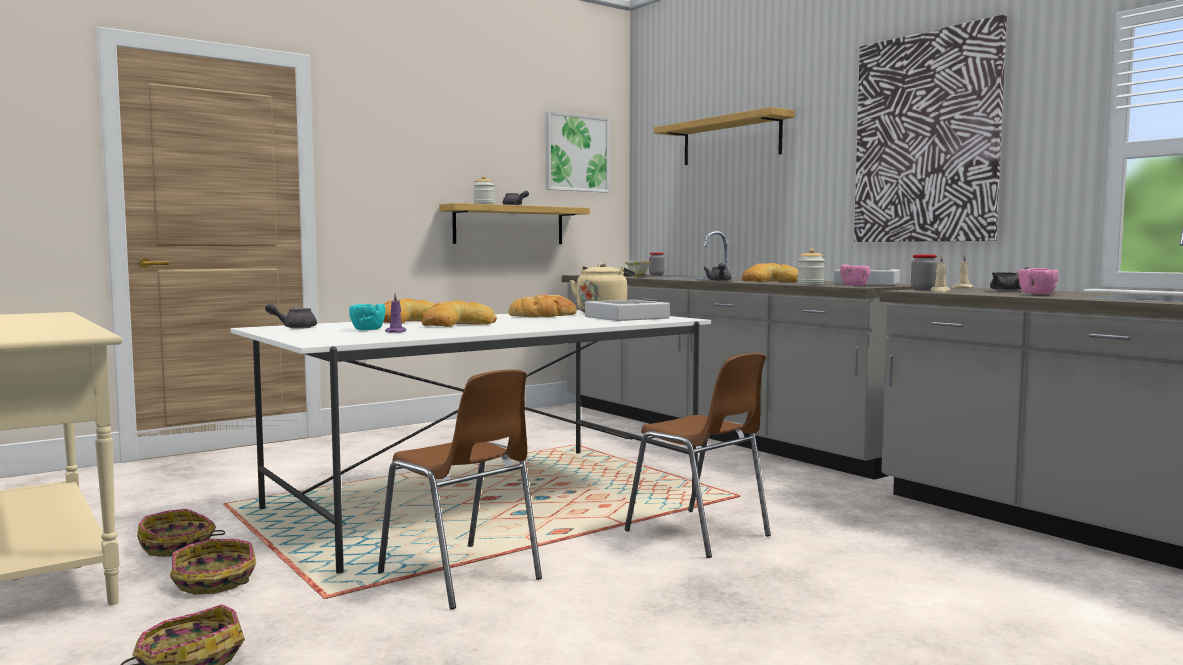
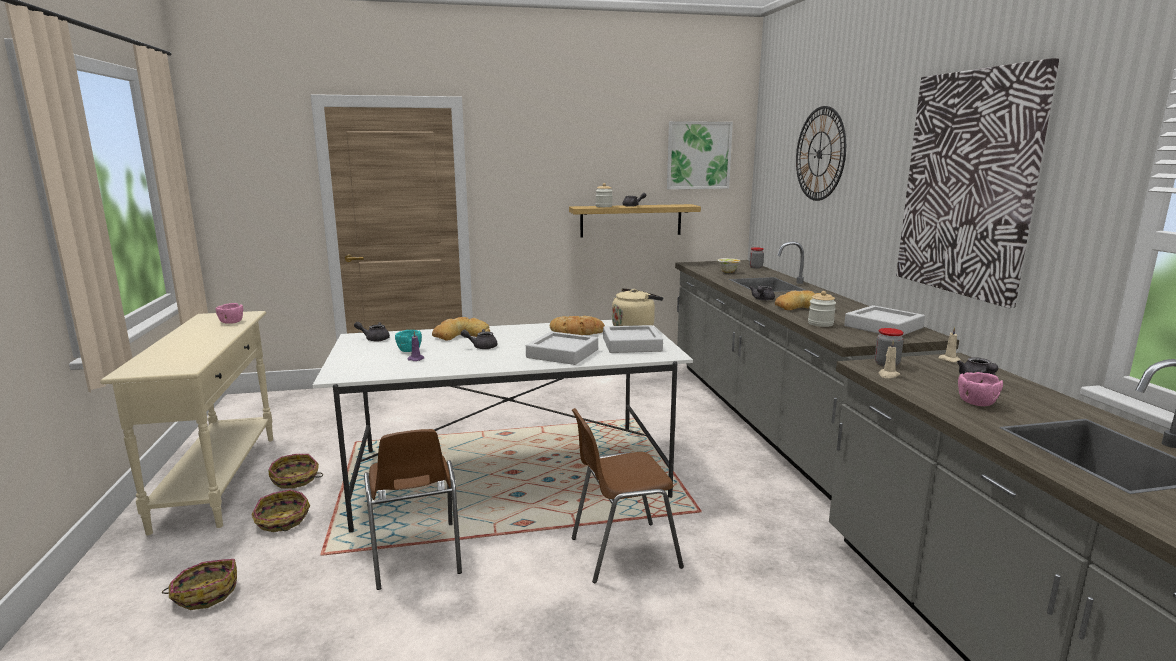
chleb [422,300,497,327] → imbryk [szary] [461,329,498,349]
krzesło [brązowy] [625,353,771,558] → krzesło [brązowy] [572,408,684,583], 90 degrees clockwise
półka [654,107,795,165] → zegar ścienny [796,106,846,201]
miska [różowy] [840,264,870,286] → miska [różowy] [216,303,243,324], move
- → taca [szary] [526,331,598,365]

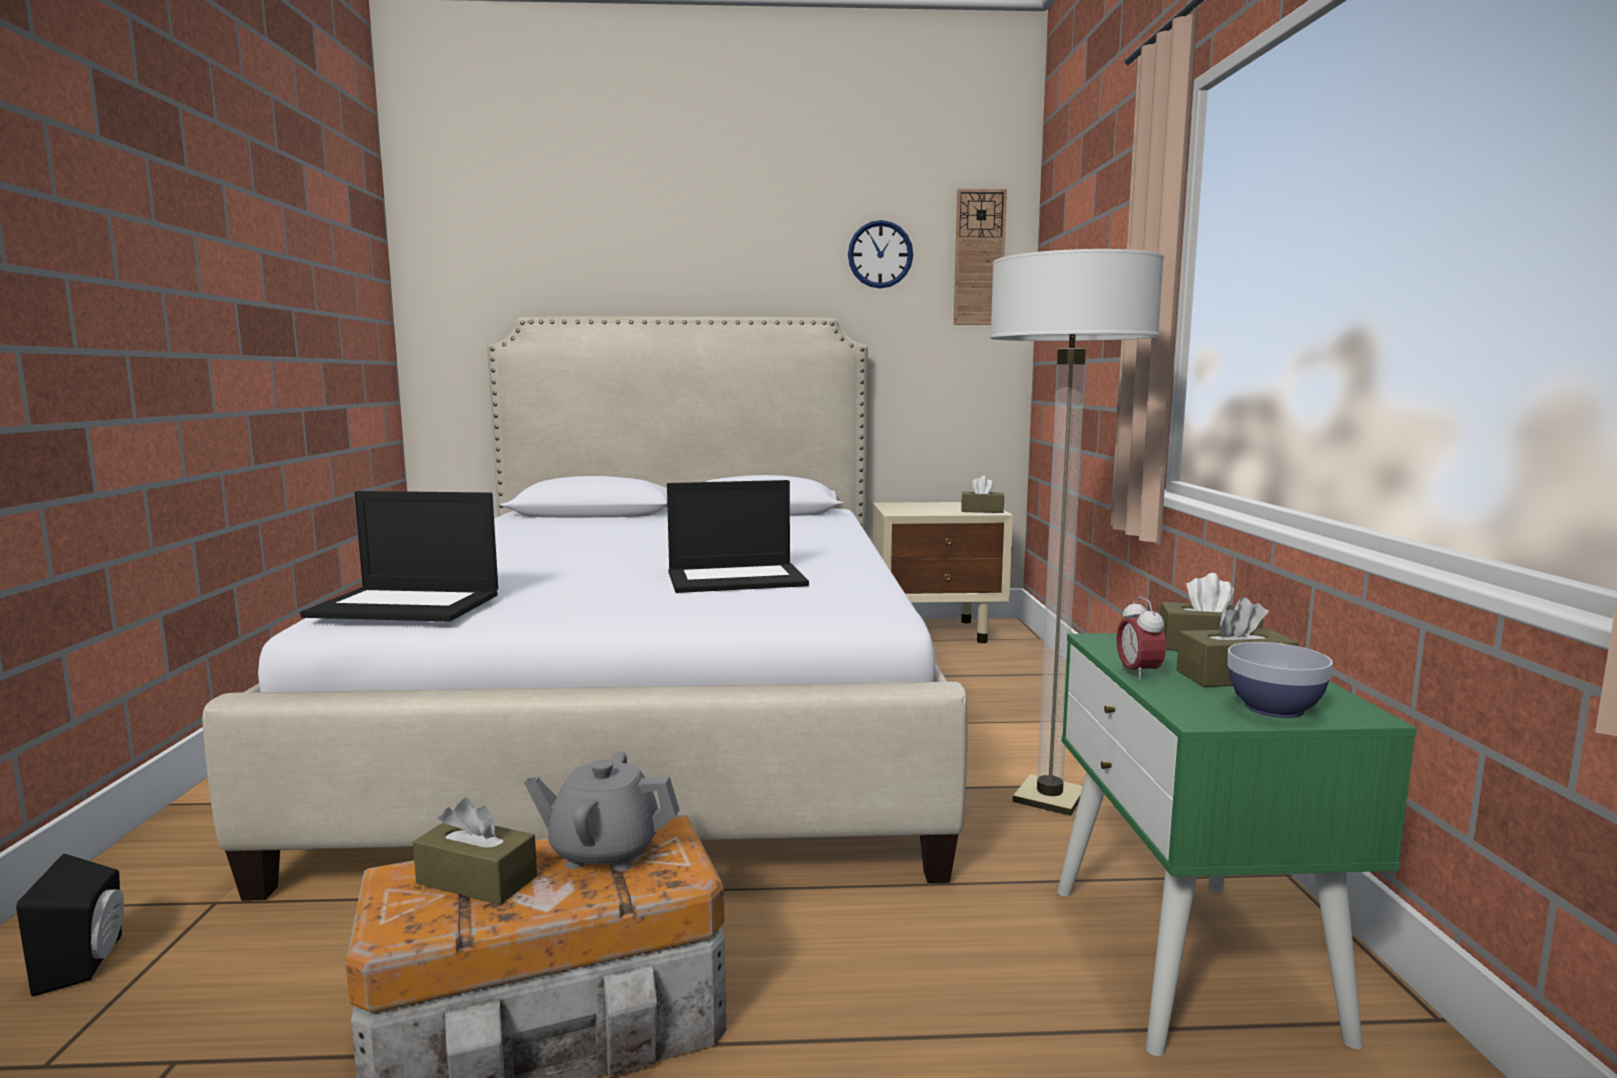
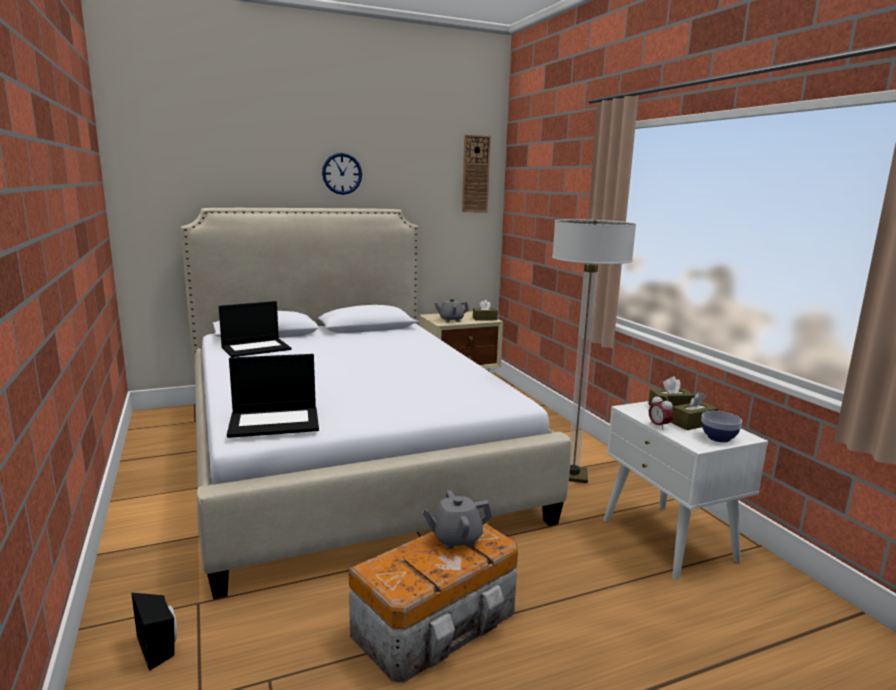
pudełko chusteczek [brązowy] [413,797,537,905] → -
laptop [667,480,809,593] → laptop [219,301,291,357], move
zegar ścienny [848,220,913,288] → zegar ścienny [322,153,362,195], move
szafka nocna [zielony] [1057,633,1417,1056] → szafka nocna [biały] [603,401,768,580]
- → imbryk [szary] [434,298,469,322]

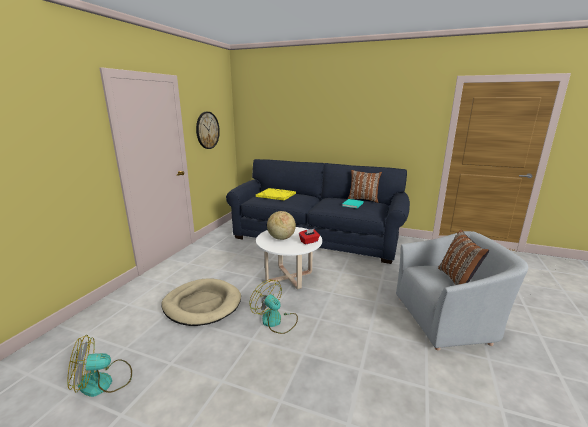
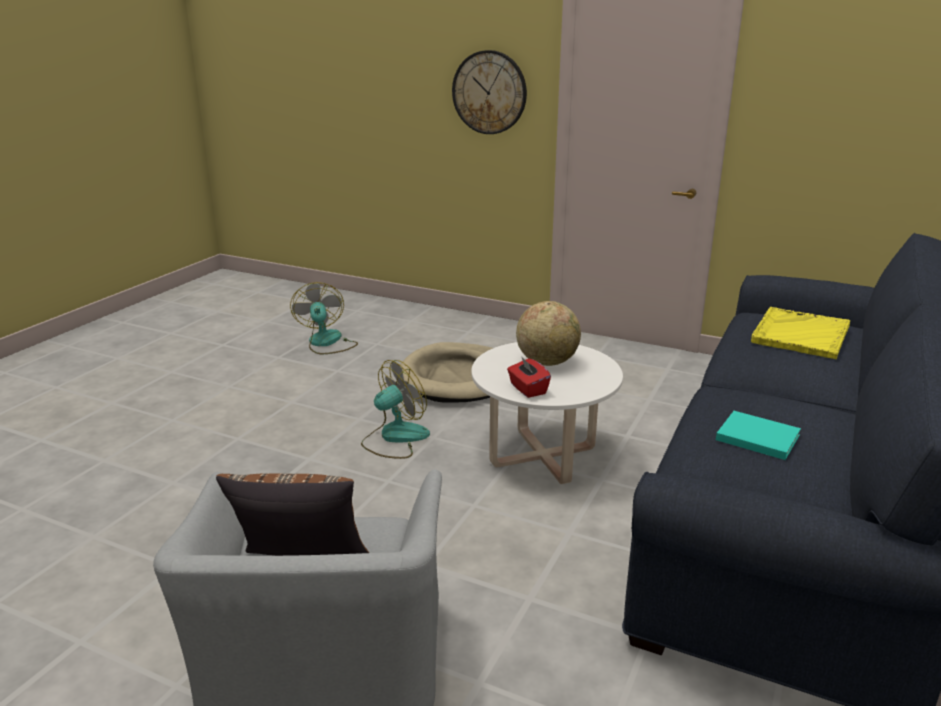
zegar ścienny [196,112,220,149] → zegar ścienny [452,50,527,134], move
poduszka [brązowy] [347,170,382,203] → -

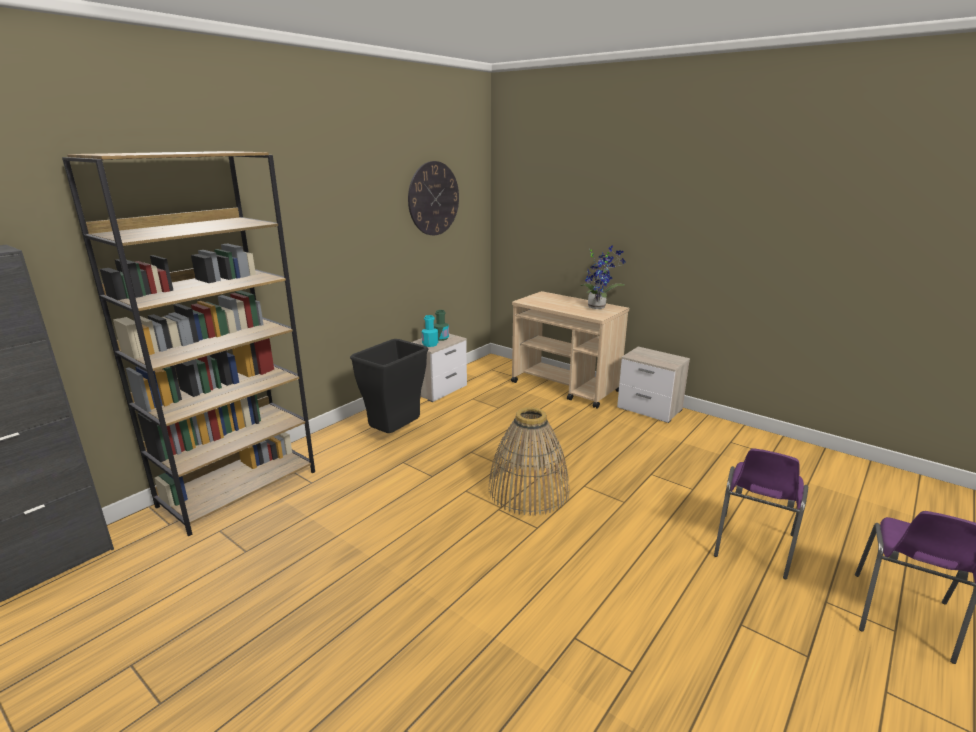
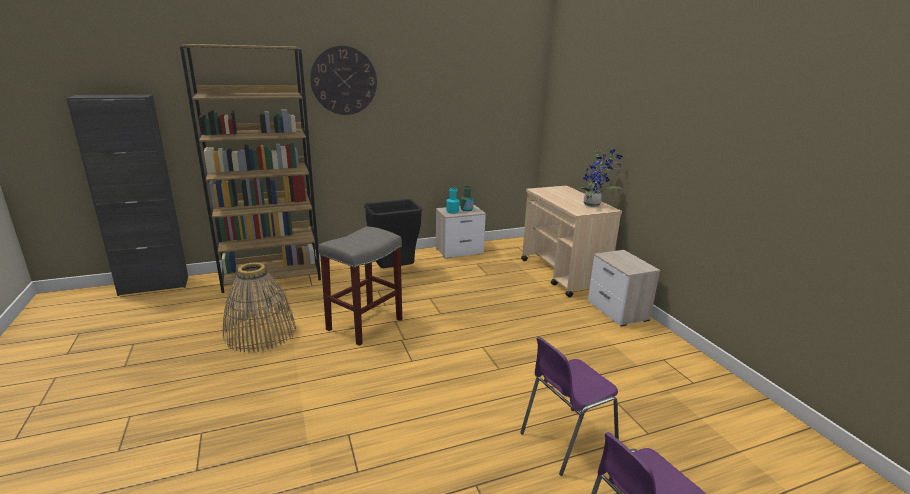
zegar ścienny [408,161,459,235] → zegar ścienny [310,46,377,115], move
koszyk [488,407,569,516] → koszyk [223,262,296,353], move
- → stołek [szary] [318,227,402,346]

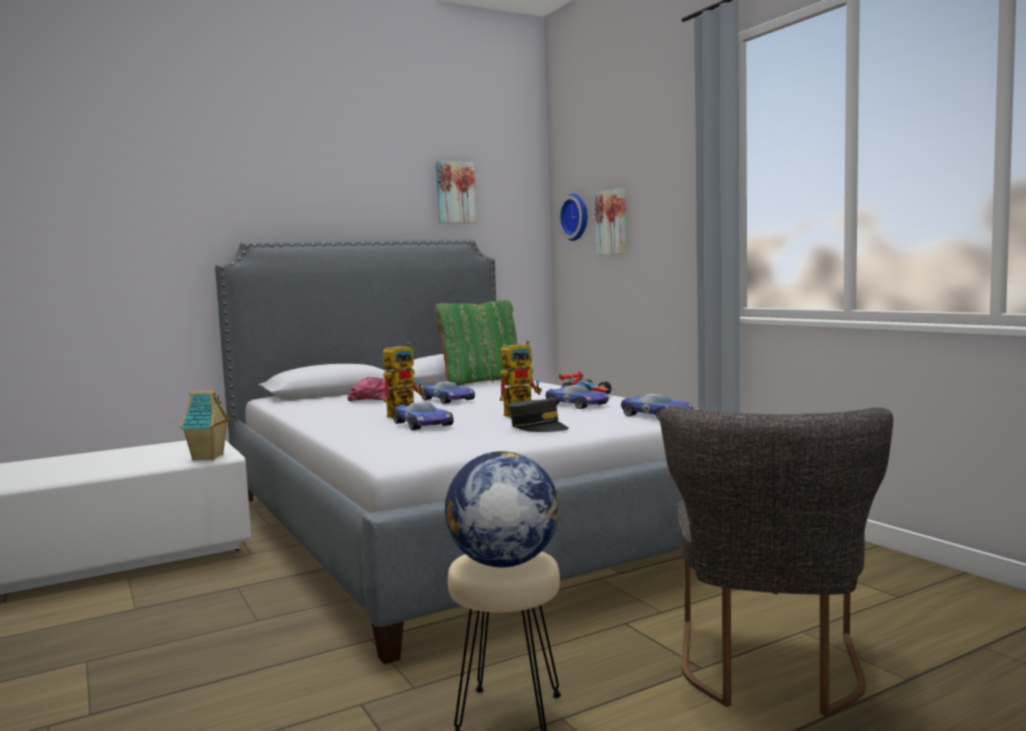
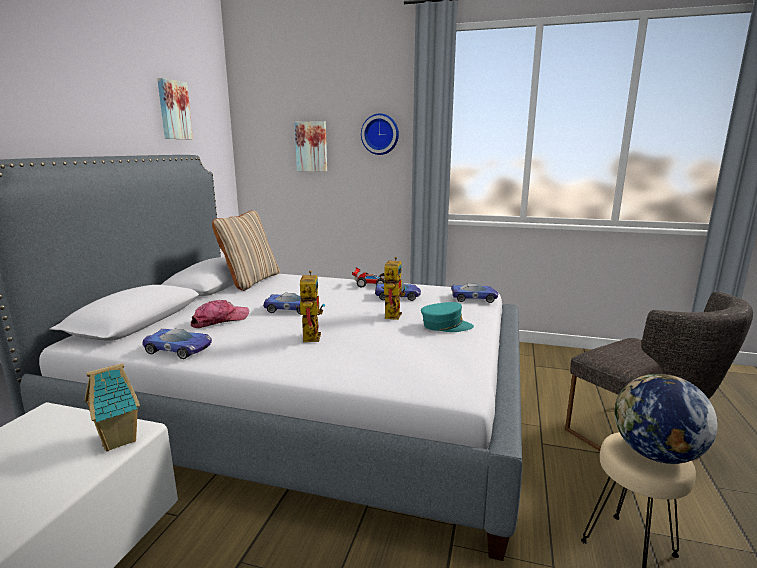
samochodzik [393,401,453,430] → samochodzik [142,329,212,359], move
poduszka [zielony] [435,300,524,386] → poduszka [beżowy] [212,210,280,291]
czapka z daszkiem [szary] [508,398,569,432] → czapka z daszkiem [turkusowy] [421,302,474,332]
zegar ścienny [558,193,588,241] → zegar ścienny [361,114,399,155], move

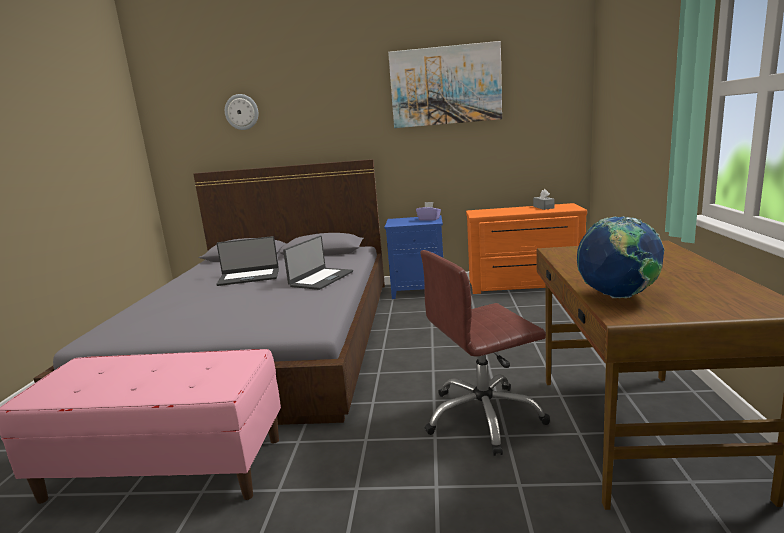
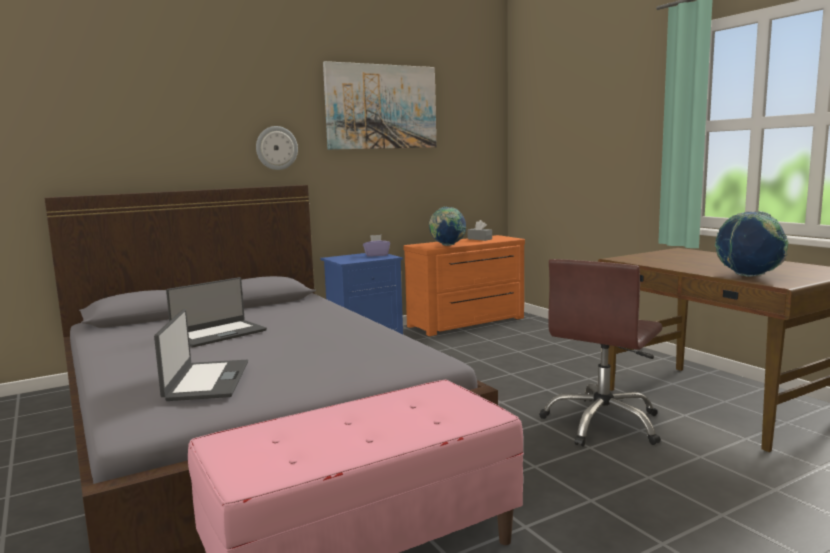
zegar ścienny [225,94,258,130] → zegar ścienny [256,126,298,170], move
laptop [283,236,353,290] → laptop [154,309,248,401], move
- → globus [429,207,466,246]

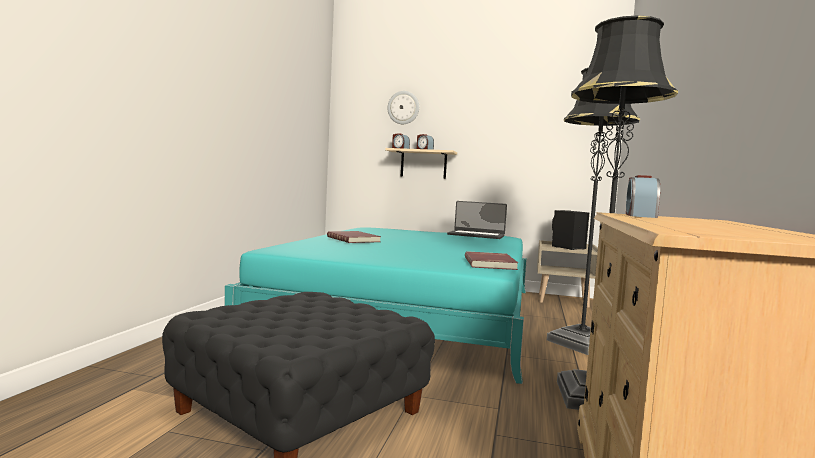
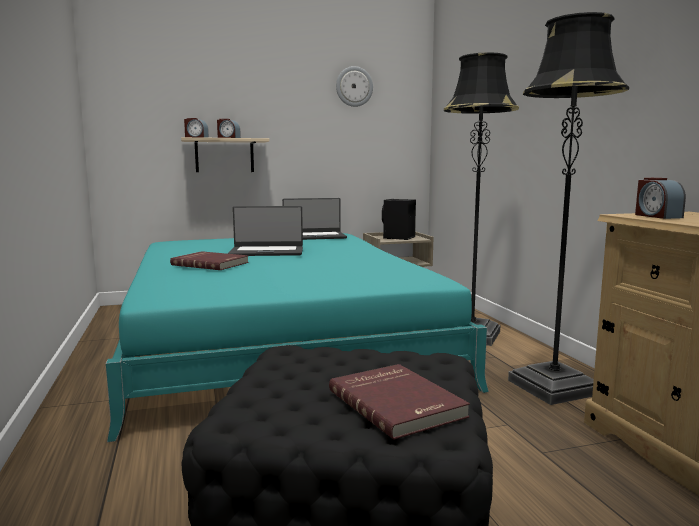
zegar ścienny [387,91,419,124] → zegar ścienny [336,66,373,107], move
książka [czerwony] [465,251,518,270] → książka [czerwony] [329,364,470,440], move
- → laptop [228,206,303,256]

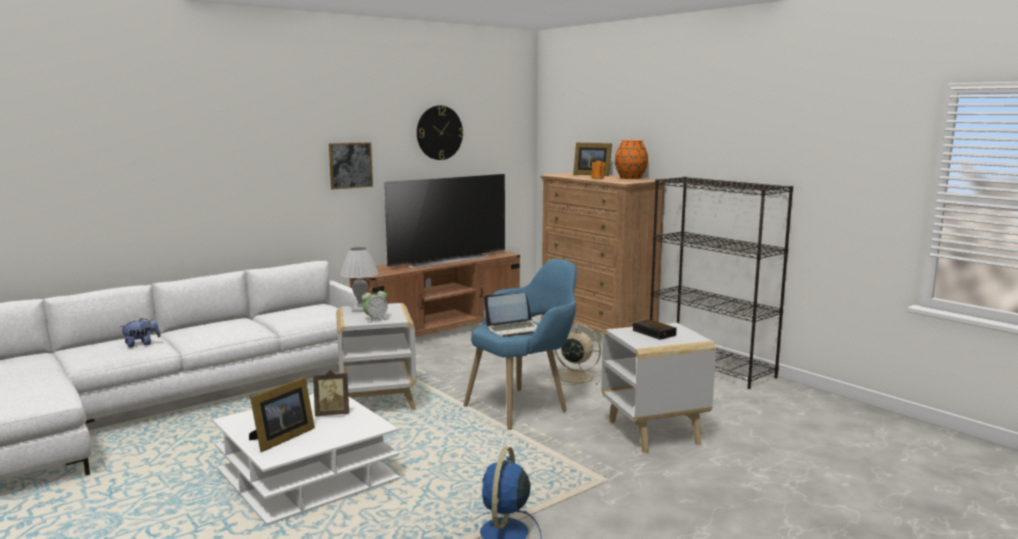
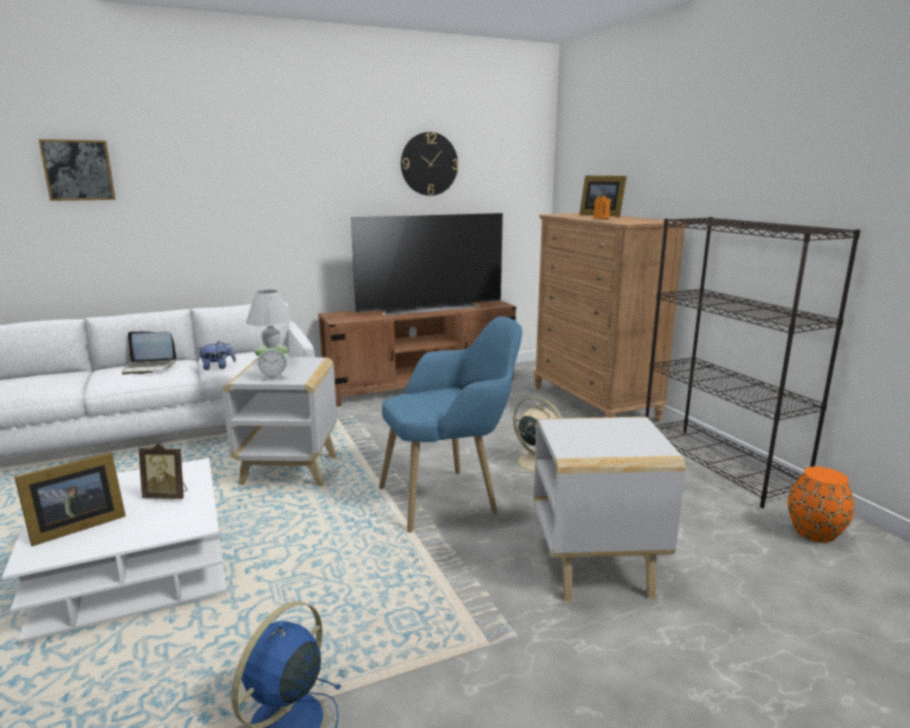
pluszak [120,318,161,348] → pluszak [197,341,236,370], move
obraz [329,142,373,190] → obraz [39,139,116,201], move
laptop [484,293,538,337] → laptop [122,332,176,374], move
wazon [pomarańczowy] [615,140,648,179] → wazon [pomarańczowy] [788,467,854,543], move
budzik [633,319,677,340] → -

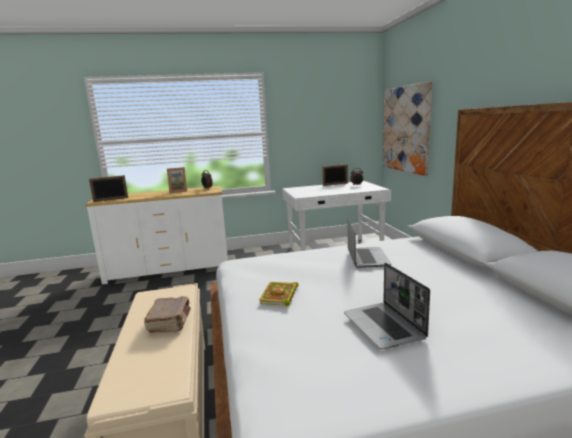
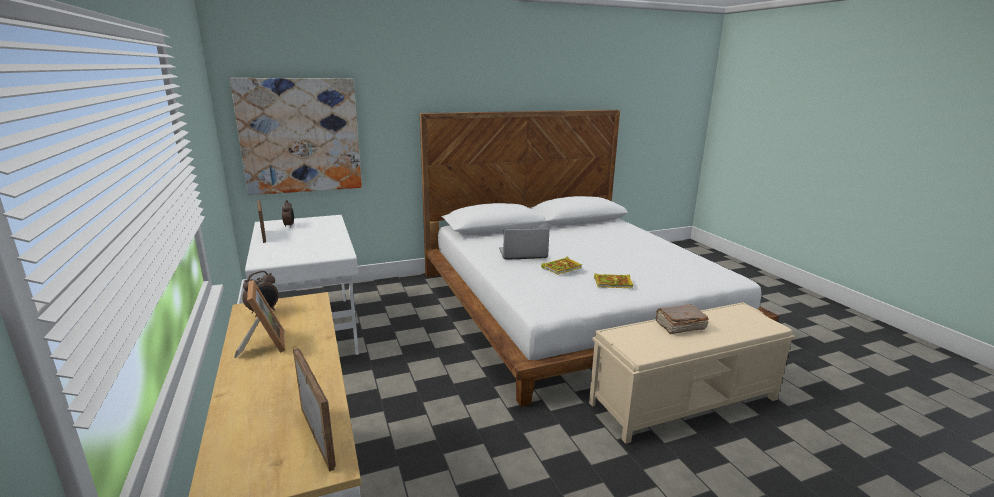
laptop [344,262,430,350] → -
- → książka [541,257,582,275]

